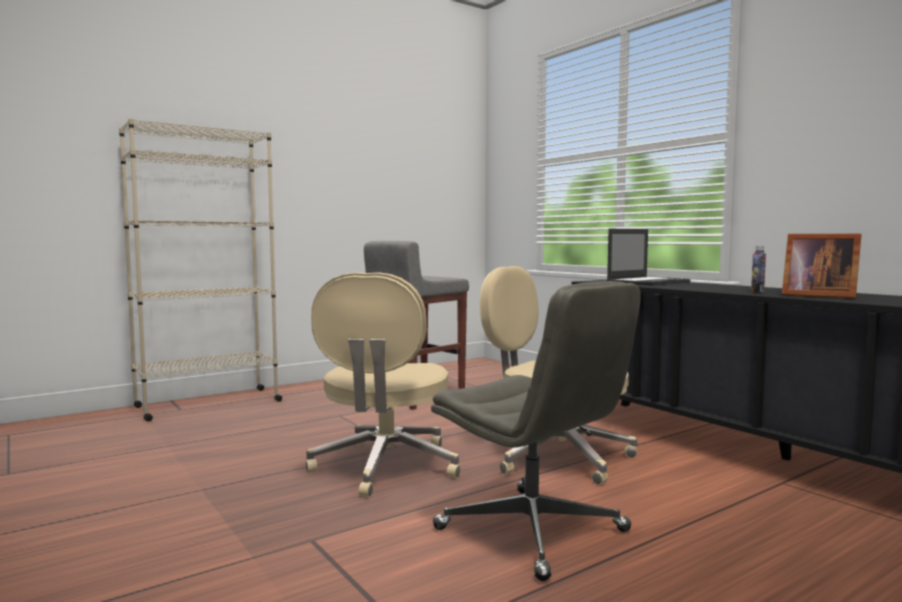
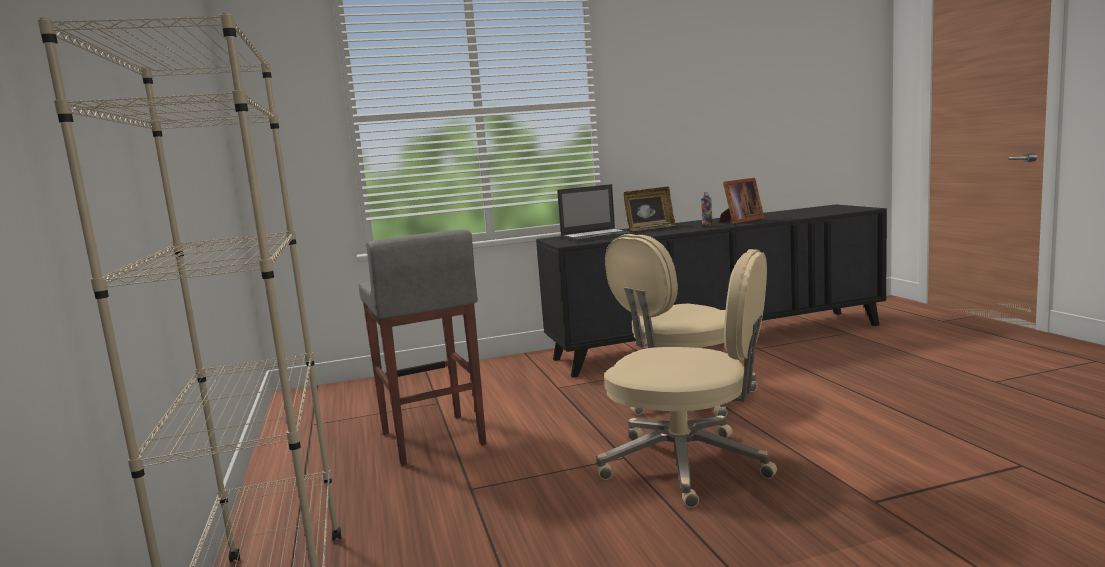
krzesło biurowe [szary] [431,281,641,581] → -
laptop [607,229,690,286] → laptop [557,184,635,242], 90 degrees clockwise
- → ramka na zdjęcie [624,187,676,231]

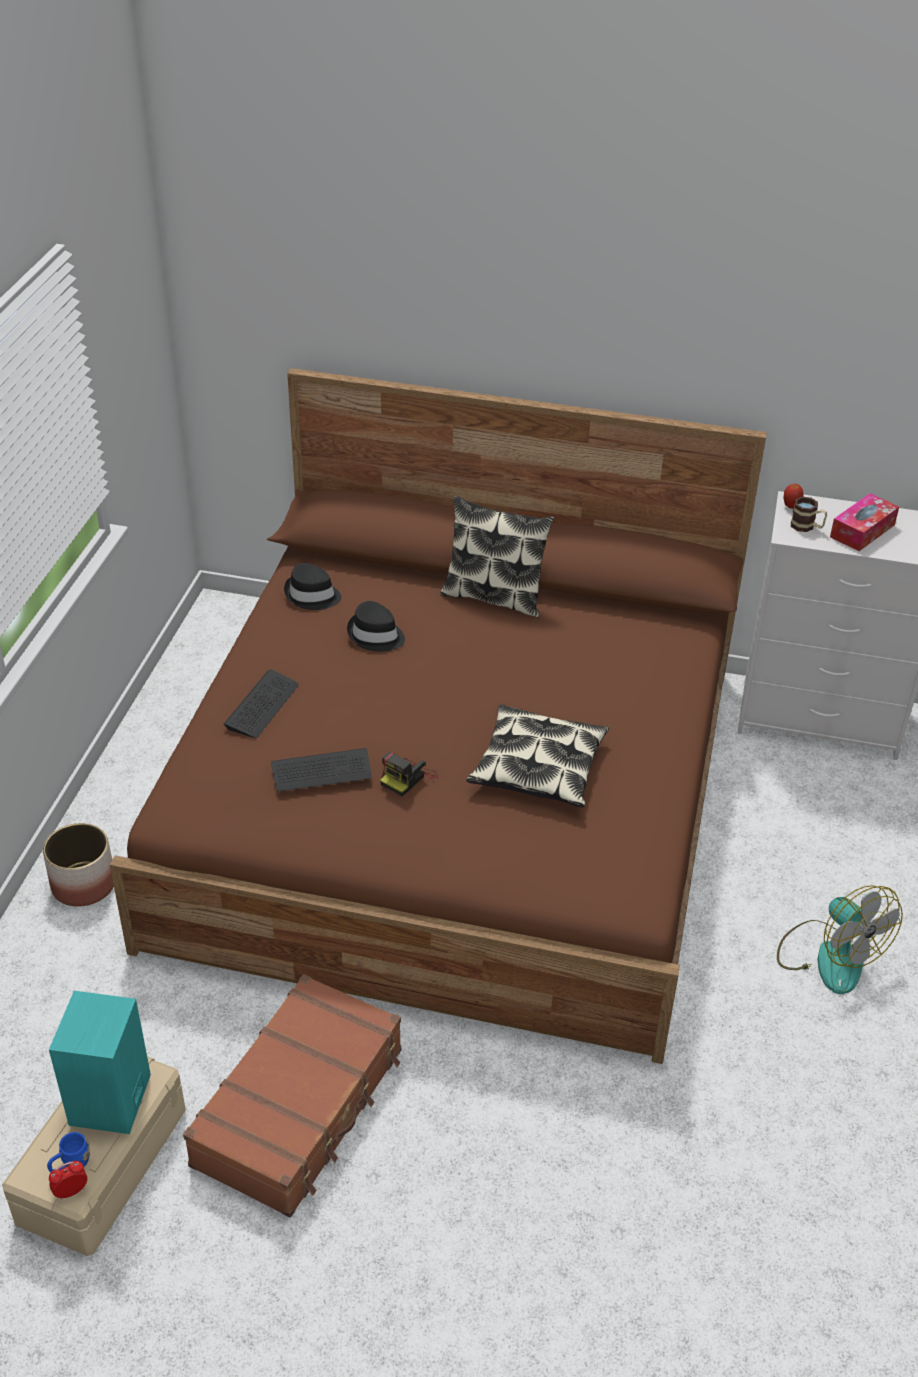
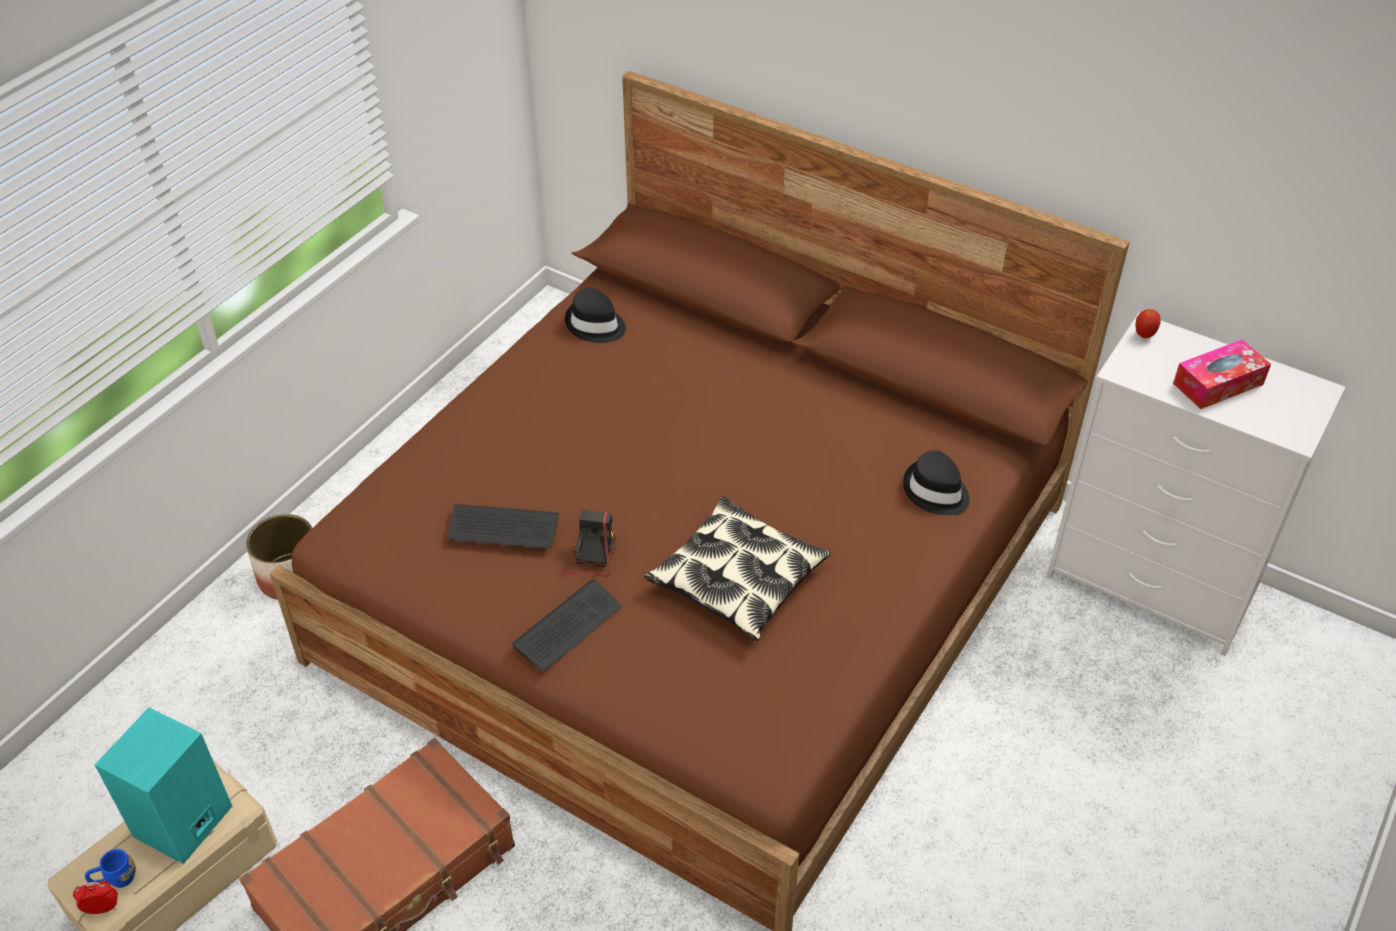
klawiatura [224,669,299,738] → klawiatura [512,579,622,671], move
kapelusz [czarny] [347,601,405,652] → kapelusz [czarny] [903,450,970,515], move
aparat fotograficzny [380,752,438,796] → aparat fotograficzny [563,510,617,577], 135 degrees clockwise
poduszka [440,496,554,617] → -
wentylator [777,885,903,994] → -
kubek [791,497,827,532] → -

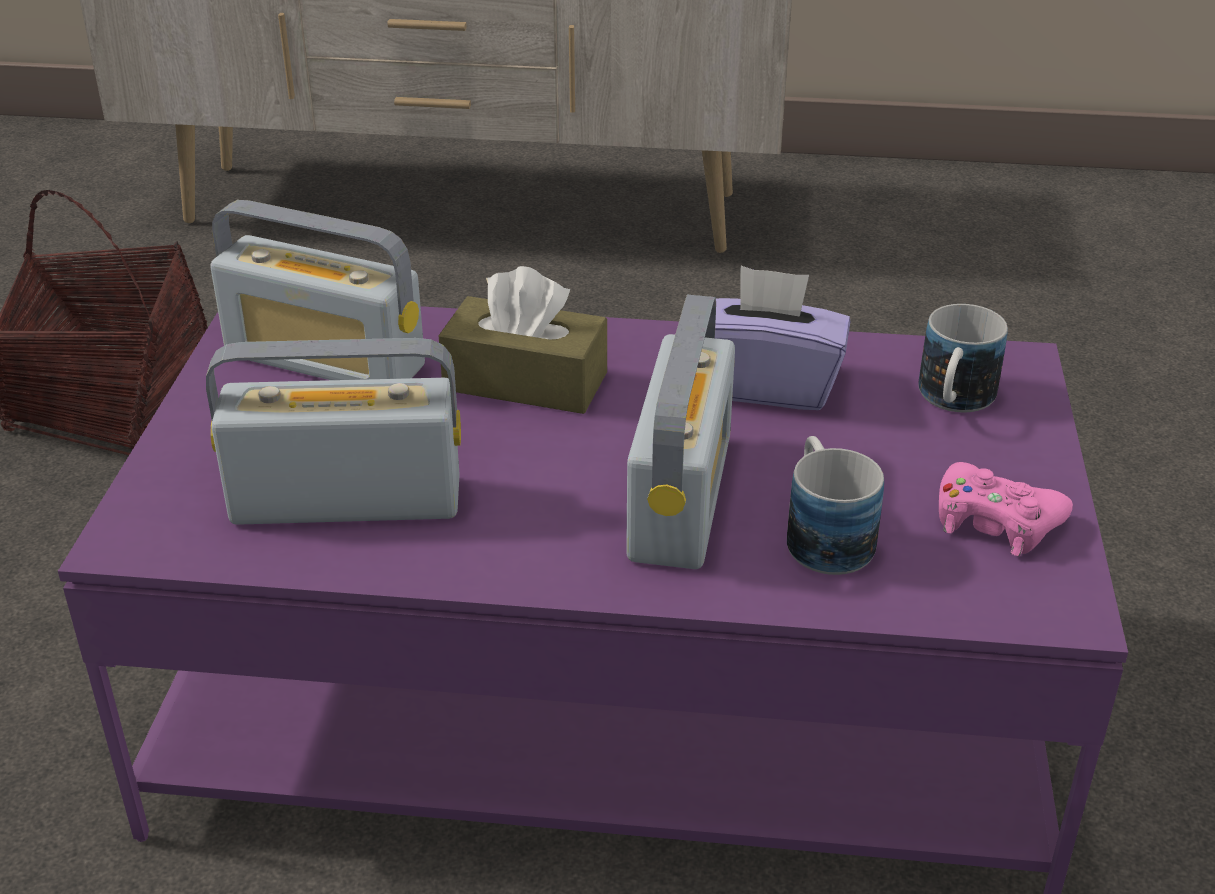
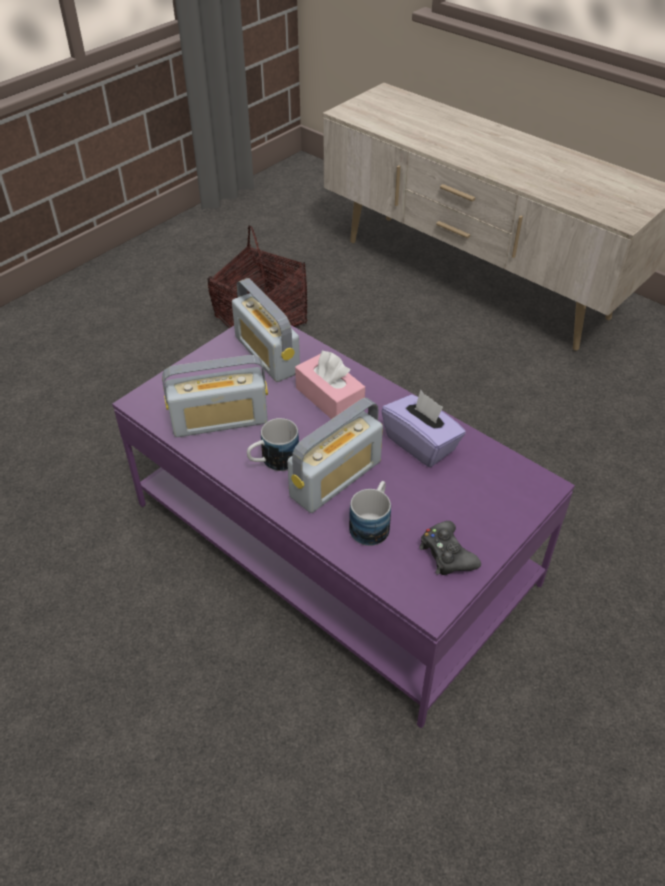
radio [206,338,461,525] → radio [162,355,268,437], 135 degrees clockwise
pudełko chusteczek [brązowy] [438,266,607,414] → pudełko chusteczek [różowy] [295,351,365,419]
kubek [918,304,1008,413] → kubek [247,418,299,471], move
pad do gier [różowy] [939,462,1073,556] → pad do gier [czarny] [419,521,481,575]

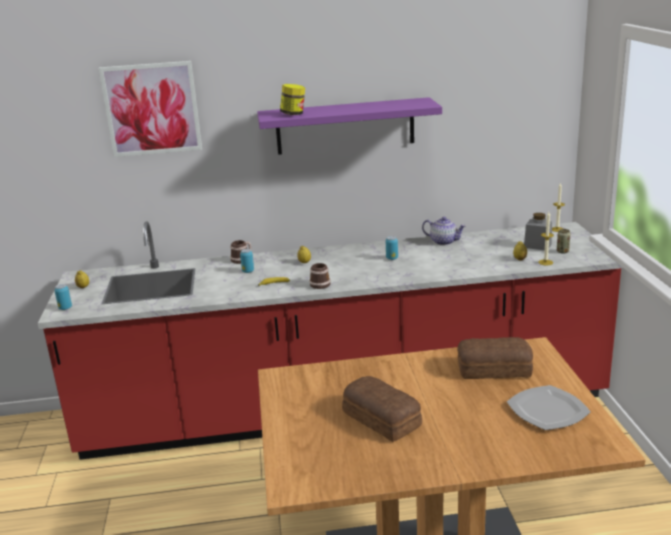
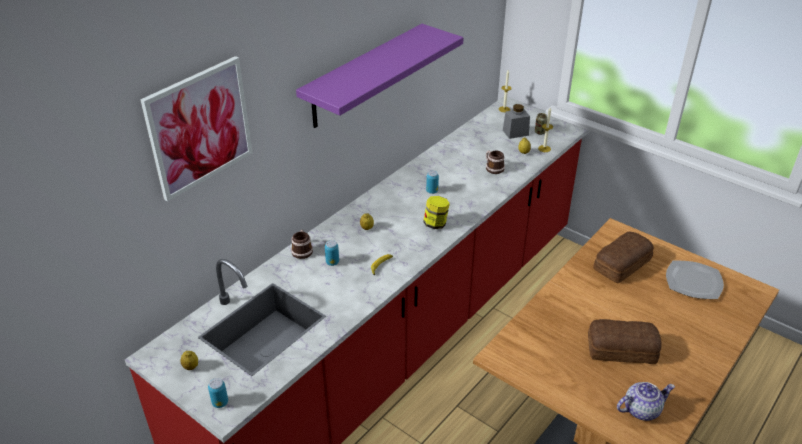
słoik [280,84,305,115] → słoik [423,196,450,229], move
kubek [310,263,330,289] → kubek [486,150,505,174], move
imbryk [422,217,466,245] → imbryk [617,382,675,421], move

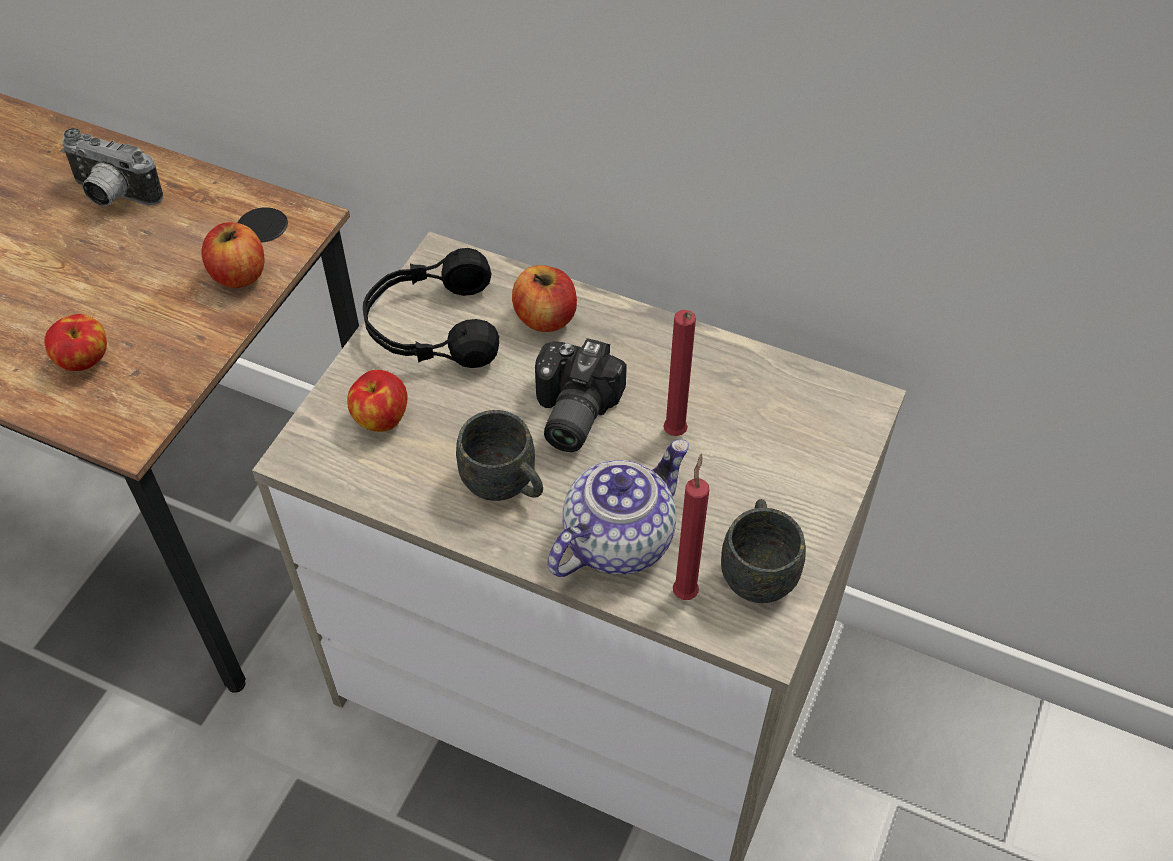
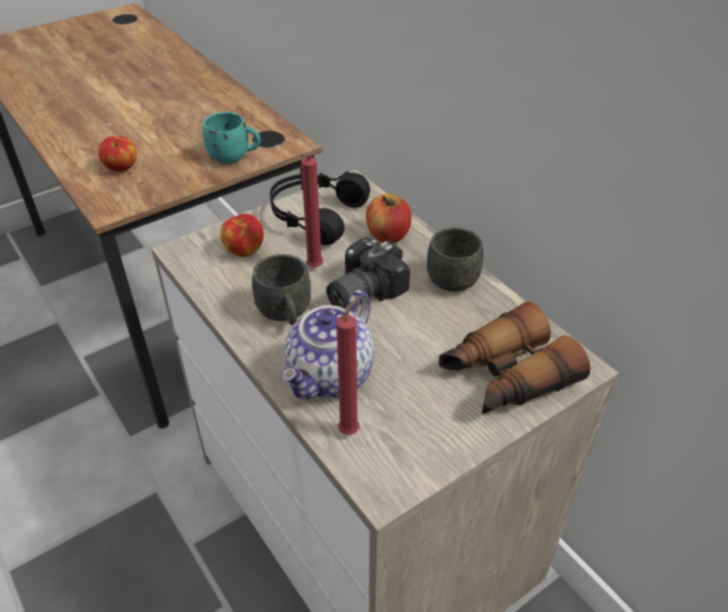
aparat fotograficzny [61,128,163,206] → -
jabłko [202,222,264,288] → kubek [turkusowy] [203,112,260,164]
imbryk [547,439,690,577] → imbryk [281,290,374,399], 135 degrees clockwise
świeca [czerwony] [663,310,696,436] → świeca [czerwony] [300,154,323,267], move
kubek [szary] [721,499,806,603] → kubek [szary] [427,227,483,292], move
- → lornetka [439,302,590,414]

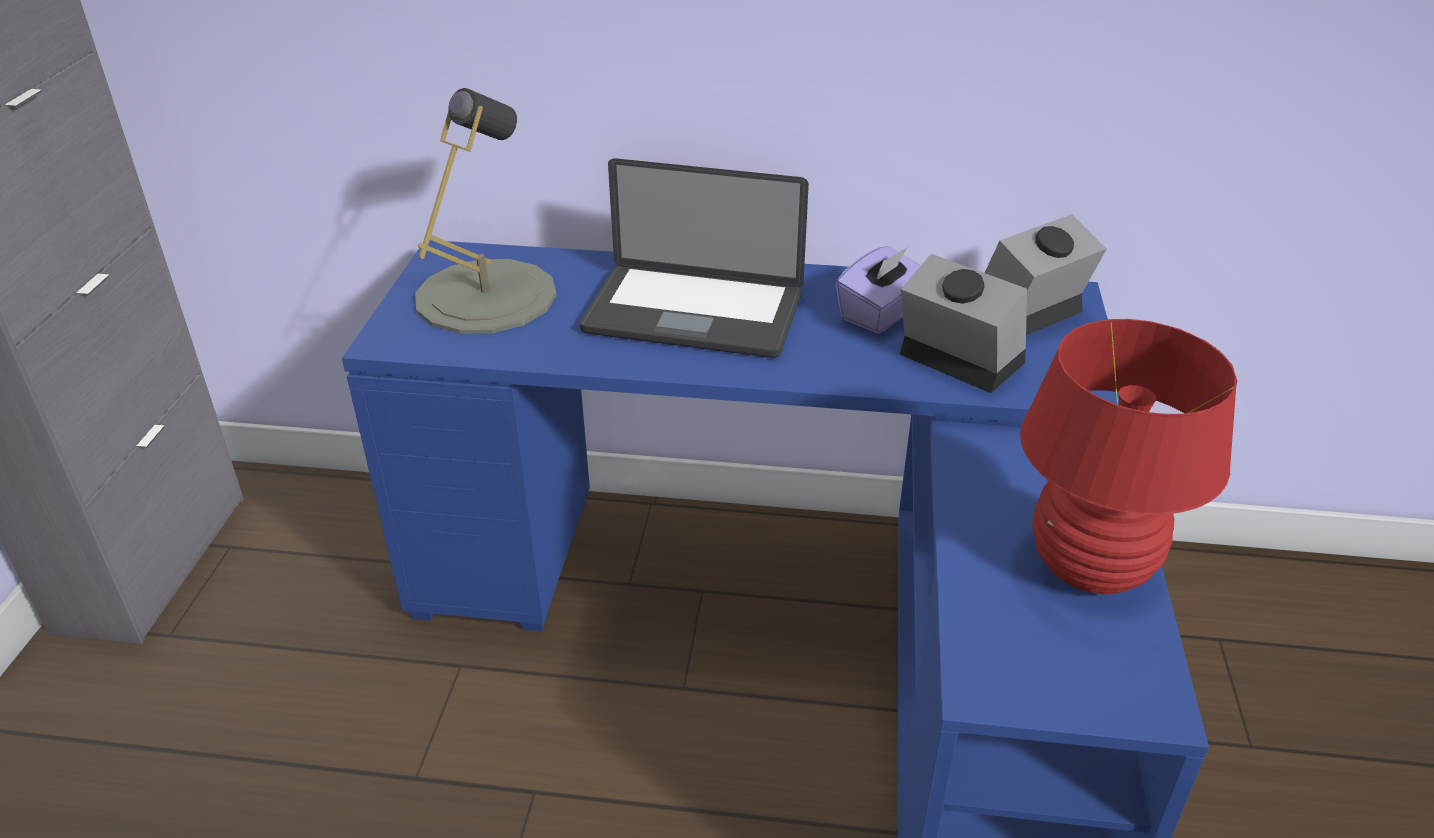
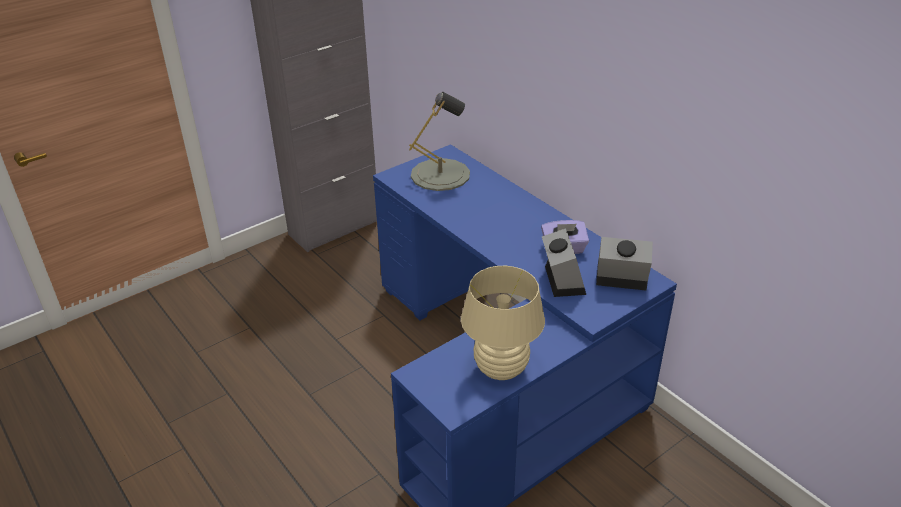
laptop [580,158,809,358] → -
lampa stołowa [czerwony] [1020,319,1237,594] → lampa stołowa [beżowy] [461,266,545,380]

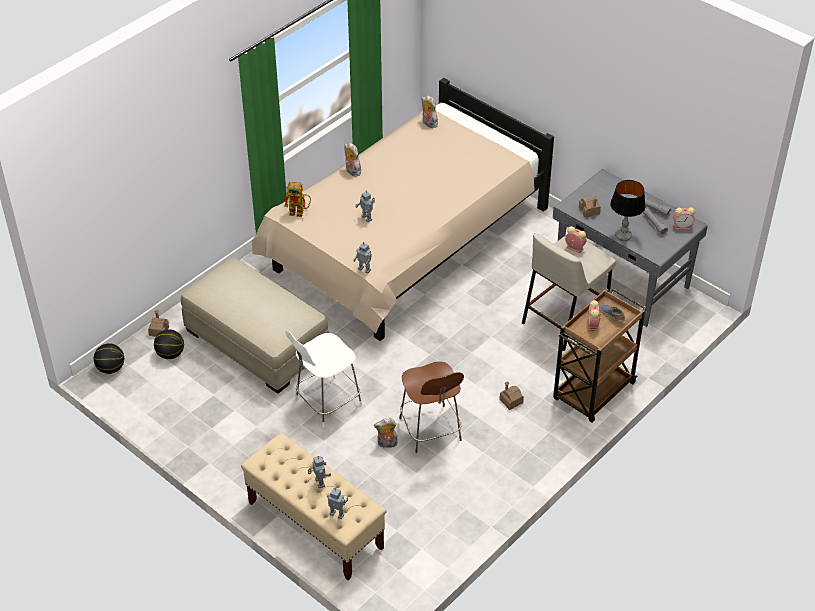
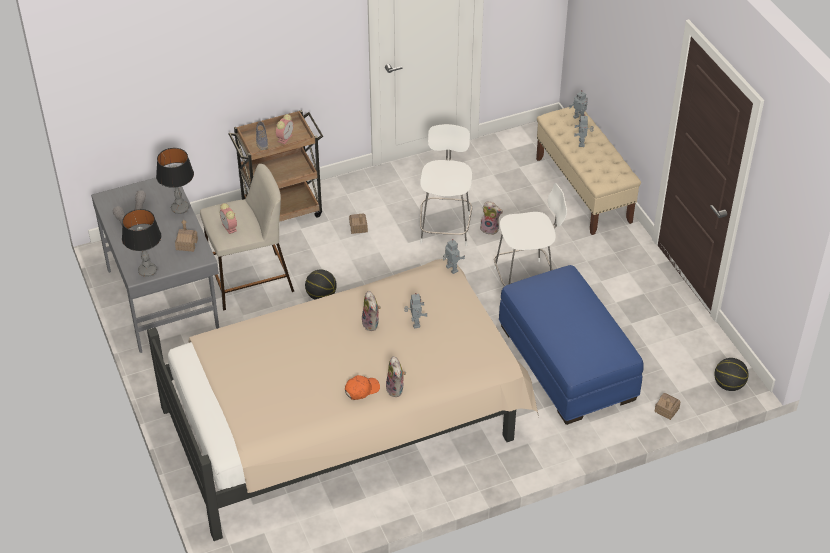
piłka do koszykówki [154,329,184,359] → piłka do koszykówki [305,270,337,300], move
pufa [beżowy] [181,258,329,393] → pufa [niebieski] [499,265,644,425]
robot zabawkowy [284,182,311,217] → -
krzesło [brązowy] [399,361,464,453] → krzesło [biały] [420,124,472,246]
pluszak [421,95,438,128] → pluszak [362,291,381,331], move
budzik [673,207,695,230] → -
- → lampa stołowa [122,209,162,277]
- → czapka z daszkiem [pomarańczowy] [345,375,380,400]

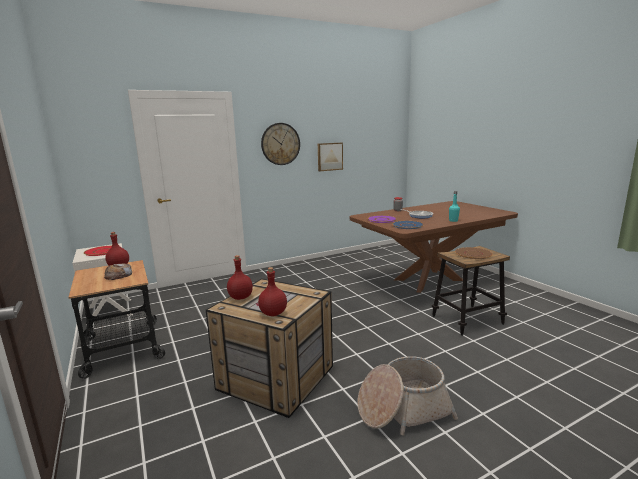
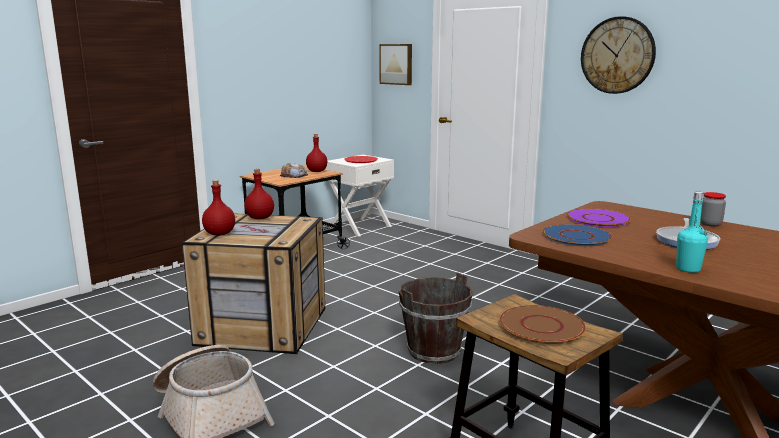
obraz [318,143,343,171] → obraz [379,44,412,85], move
- → wiadro [brązowy] [399,273,473,364]

